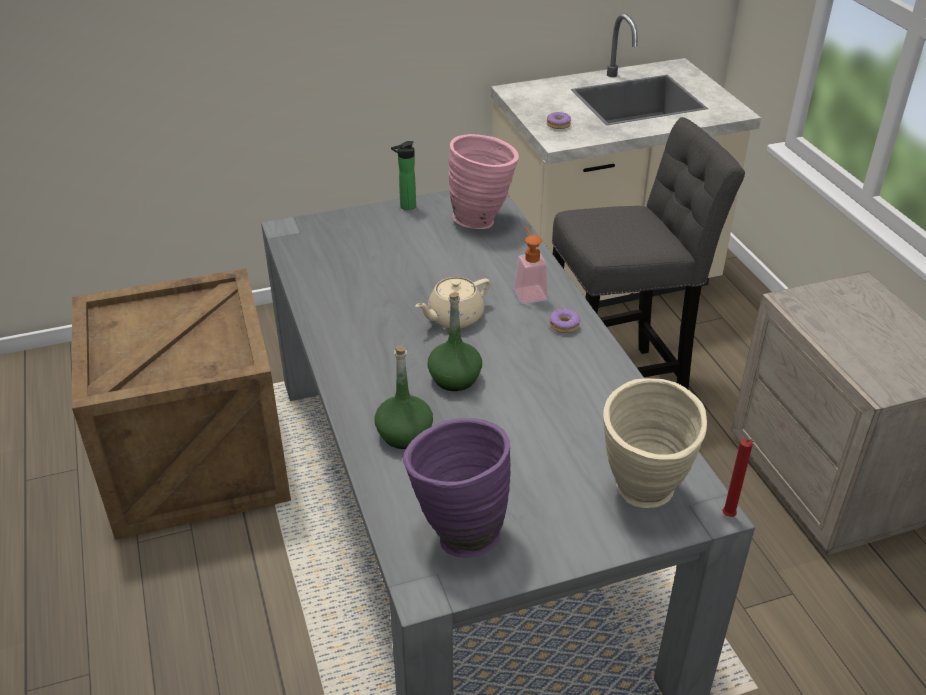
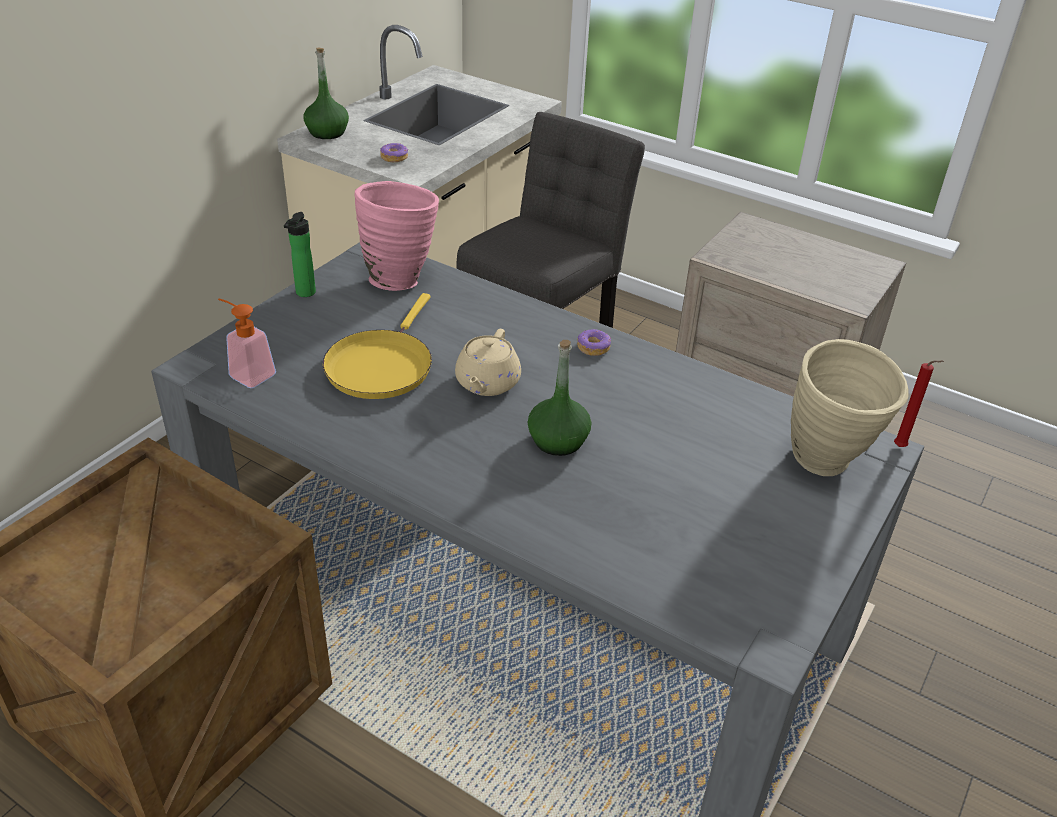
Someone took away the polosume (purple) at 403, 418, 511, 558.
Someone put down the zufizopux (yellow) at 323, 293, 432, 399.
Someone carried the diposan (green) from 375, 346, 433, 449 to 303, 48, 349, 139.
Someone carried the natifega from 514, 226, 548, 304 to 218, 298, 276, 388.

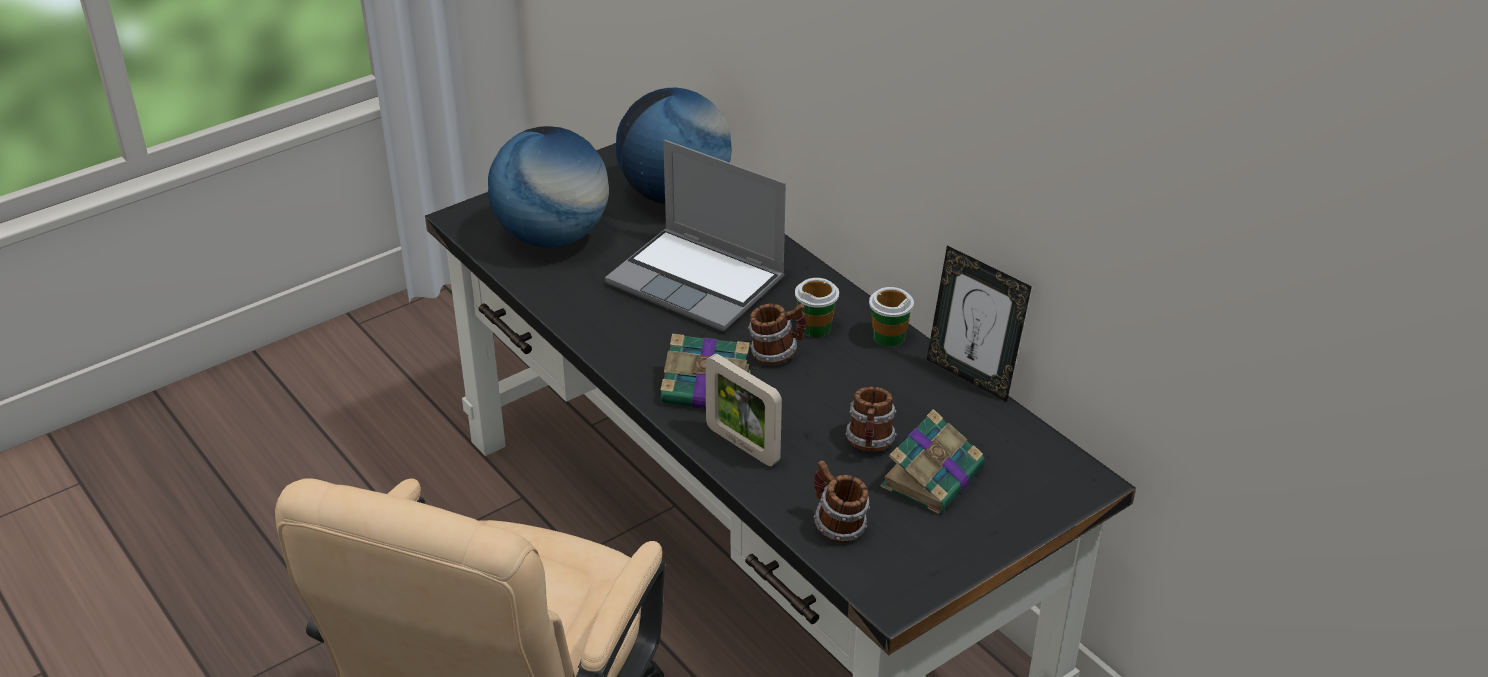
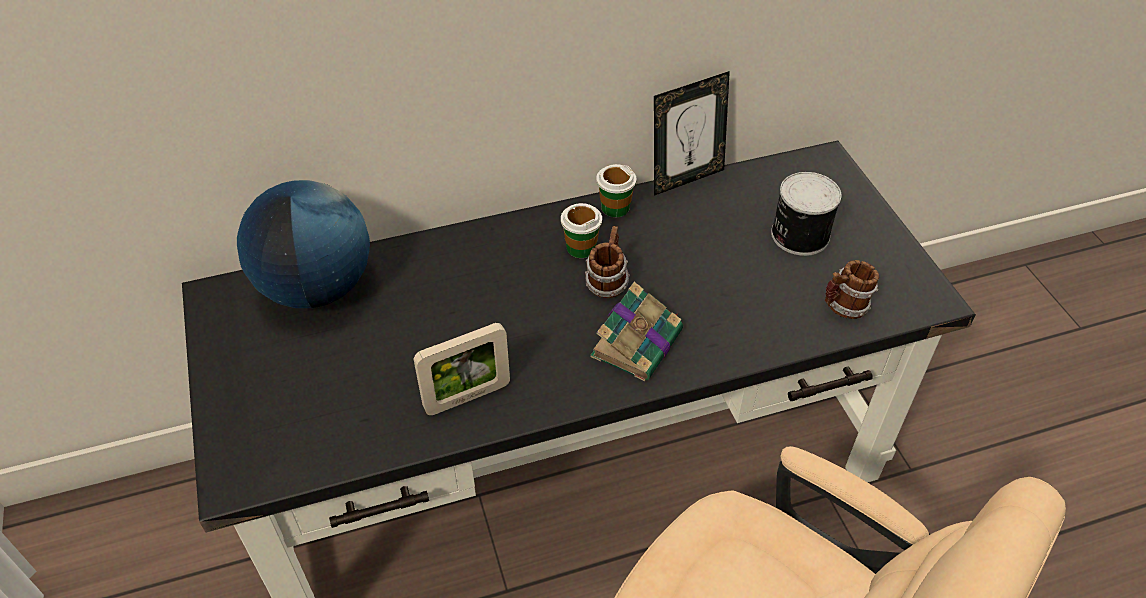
Someone took away the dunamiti at 488, 126, 609, 248.
Someone took away the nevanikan at 605, 140, 786, 331.
Someone took away the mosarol at 845, 387, 897, 452.
Someone carried the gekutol from 705, 354, 782, 466 to 414, 323, 510, 415.
Someone swapped the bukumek at 881, 409, 985, 514 for the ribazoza at 771, 172, 841, 256.

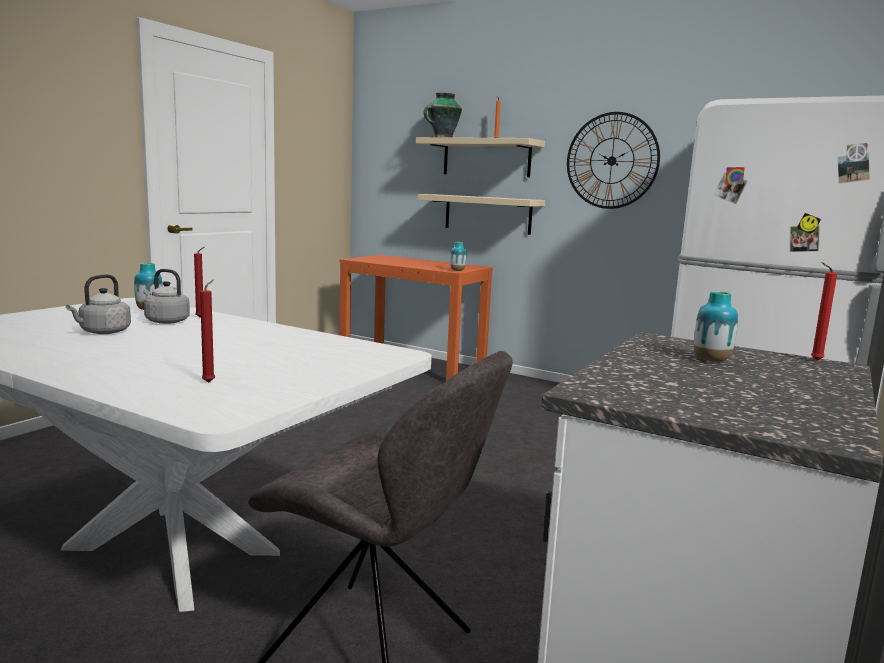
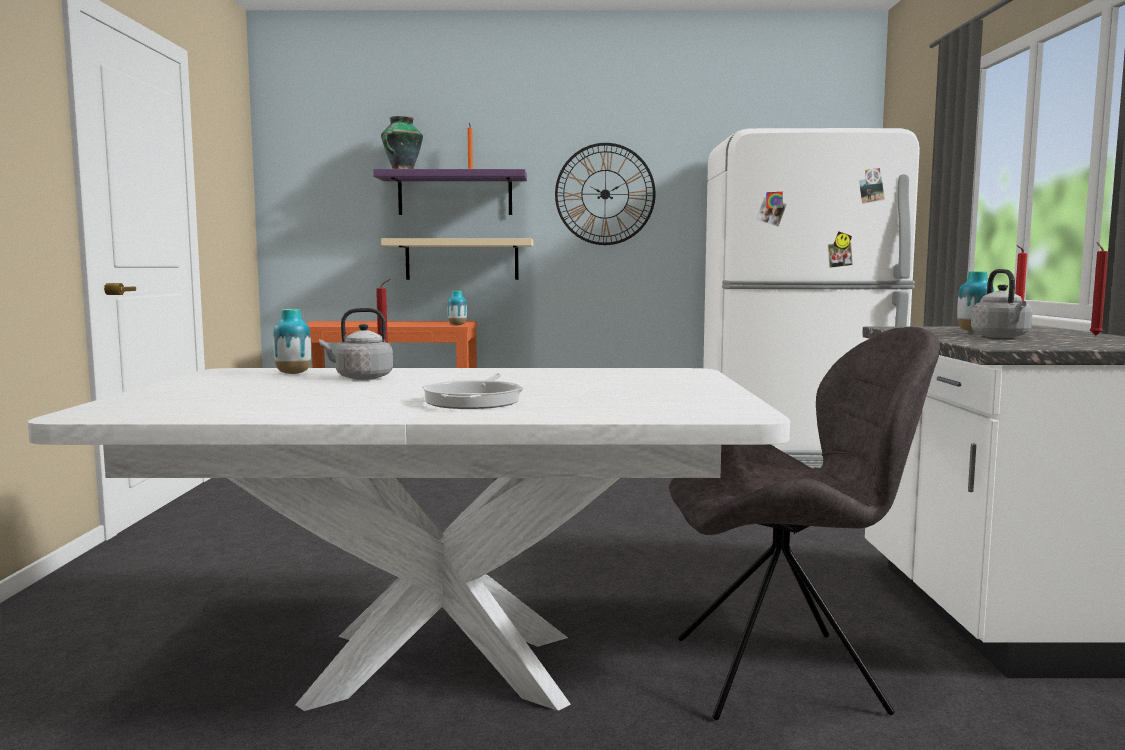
Someone put down the zufizopux at 422, 373, 524, 409.
Someone carried the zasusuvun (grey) from 66, 274, 131, 334 to 971, 269, 1032, 338.
Someone carried the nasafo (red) from 200, 279, 215, 383 to 1090, 242, 1108, 335.
Someone repainted the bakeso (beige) at 416, 137, 545, 177, which became the bakeso (purple) at 373, 169, 527, 215.

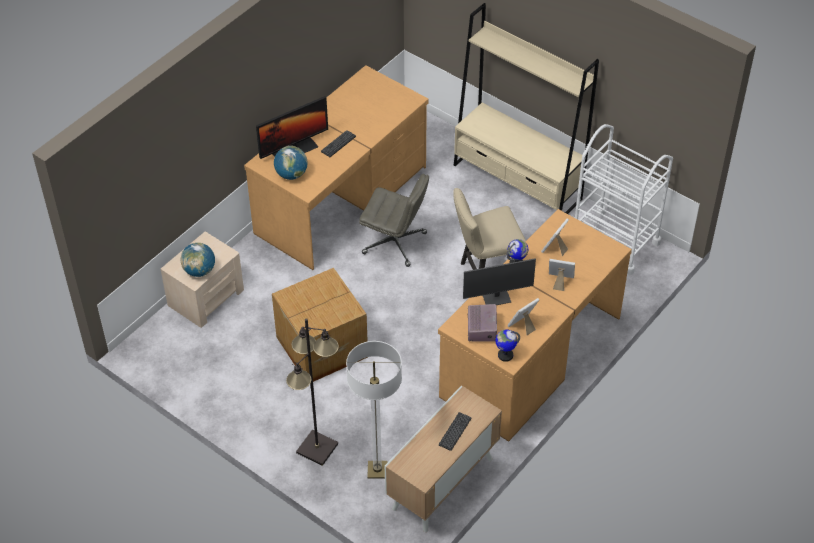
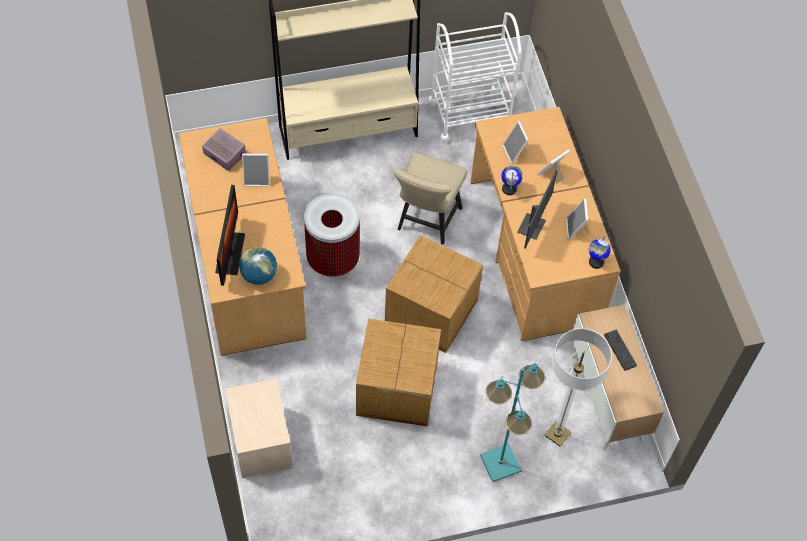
Someone took away the dunamiti at 181, 243, 215, 277.
Someone took away the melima at 321, 130, 356, 157.
Someone put down the gekutol at 242, 153, 270, 186.
Someone put down the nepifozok at 385, 235, 483, 353.
Someone carried the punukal from 467, 304, 497, 342 to 202, 128, 246, 171.
Someone swapped the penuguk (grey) at 359, 174, 429, 267 for the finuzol at 304, 193, 360, 277.
Someone repainted the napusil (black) at 286, 318, 339, 466, which became the napusil (turquoise) at 480, 363, 545, 482.

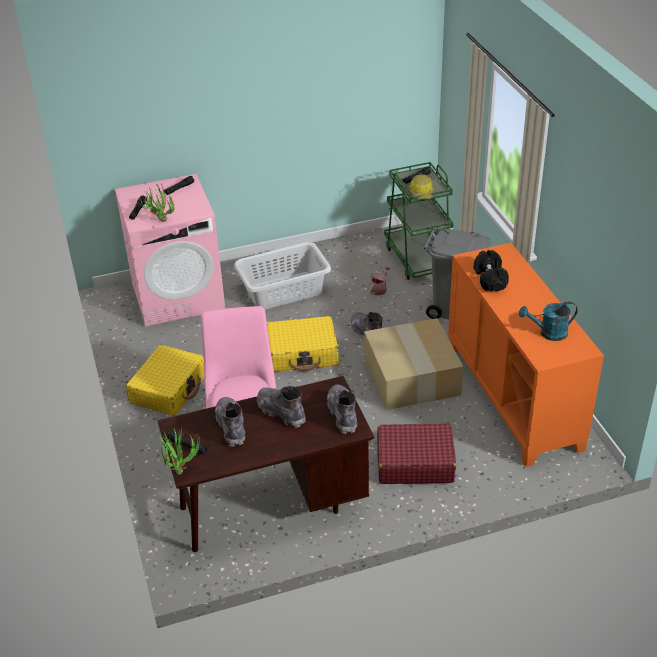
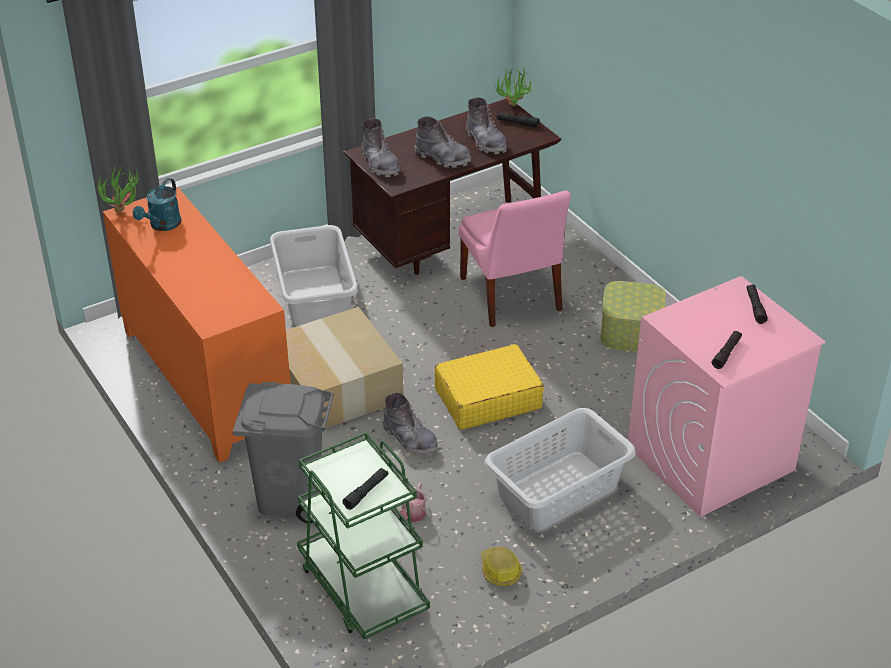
Someone took away the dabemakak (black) at 474, 250, 509, 291.
Someone carried the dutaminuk from 140, 184, 175, 222 to 97, 164, 140, 212.
Someone carried the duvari from 409, 174, 434, 199 to 481, 546, 523, 586.
Someone swapped the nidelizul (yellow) at 126, 345, 204, 416 for the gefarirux at 600, 281, 666, 352.
Someone swapped the nidelizul (red) at 377, 424, 456, 484 for the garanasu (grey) at 270, 225, 358, 326.
Someone rotated the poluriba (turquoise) at 519, 301, 578, 341 by 135 degrees clockwise.

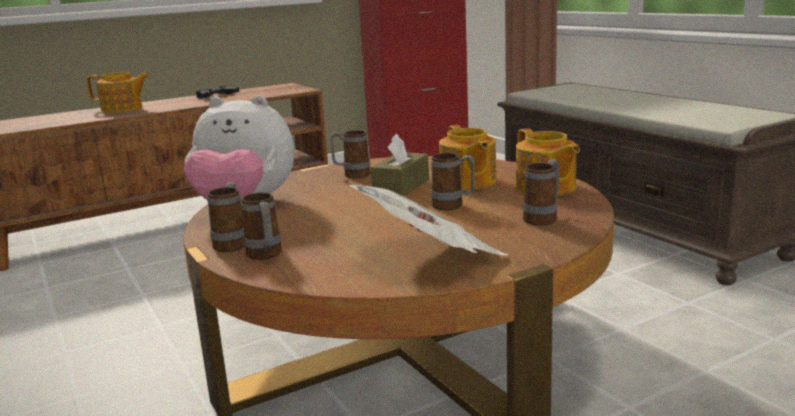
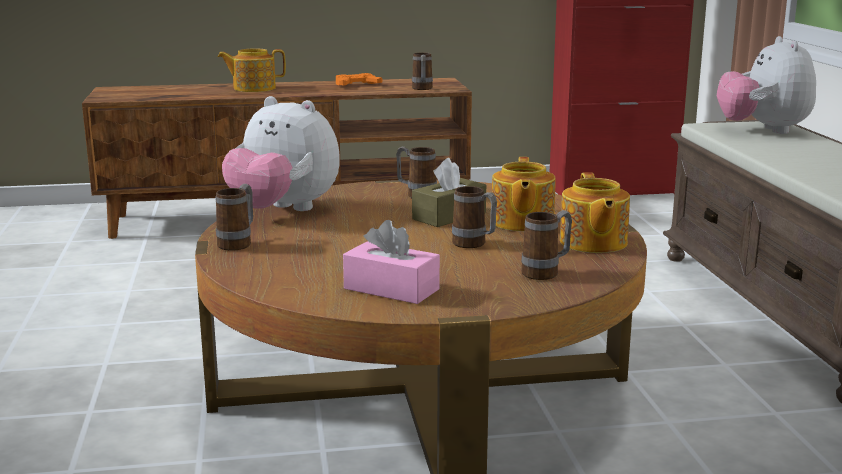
Someone put down the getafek at 717, 36, 816, 134.
Someone carried the mosarol from 241, 192, 282, 260 to 412, 53, 433, 90.
Someone swapped the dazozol at 349, 185, 508, 255 for the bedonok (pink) at 343, 220, 440, 304.
Someone repainted the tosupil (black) at 196, 85, 239, 98, which became the tosupil (orange) at 336, 73, 382, 86.
Someone rotated the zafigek at 86, 72, 149, 113 by 150 degrees clockwise.

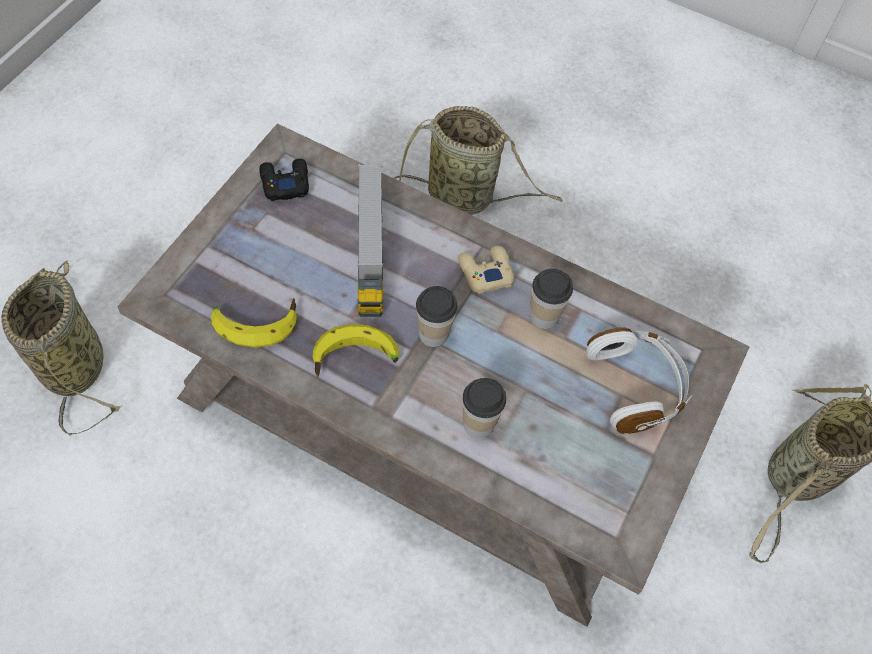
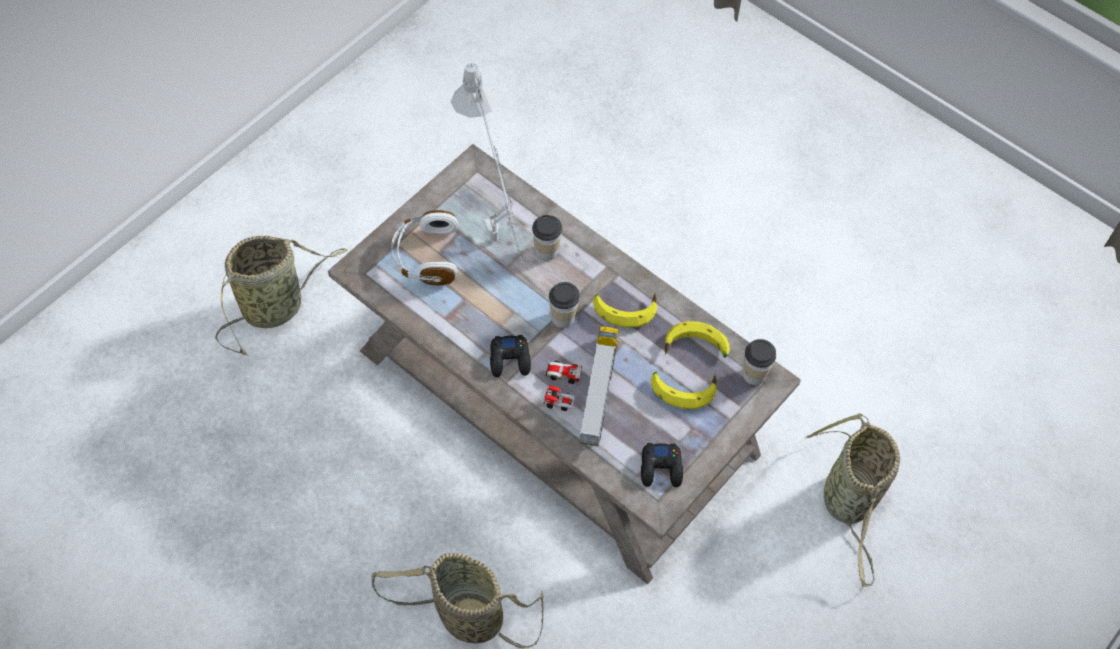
Someone put down the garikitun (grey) at 451, 63, 524, 264.
Someone put down the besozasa at 544, 361, 582, 411.
Someone put down the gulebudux at 651, 372, 717, 409.
Someone carried the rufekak from 530, 269, 573, 329 to 743, 339, 776, 385.
Someone repainted the tosupil (beige) at 458, 246, 514, 294, which became the tosupil (black) at 490, 335, 531, 377.

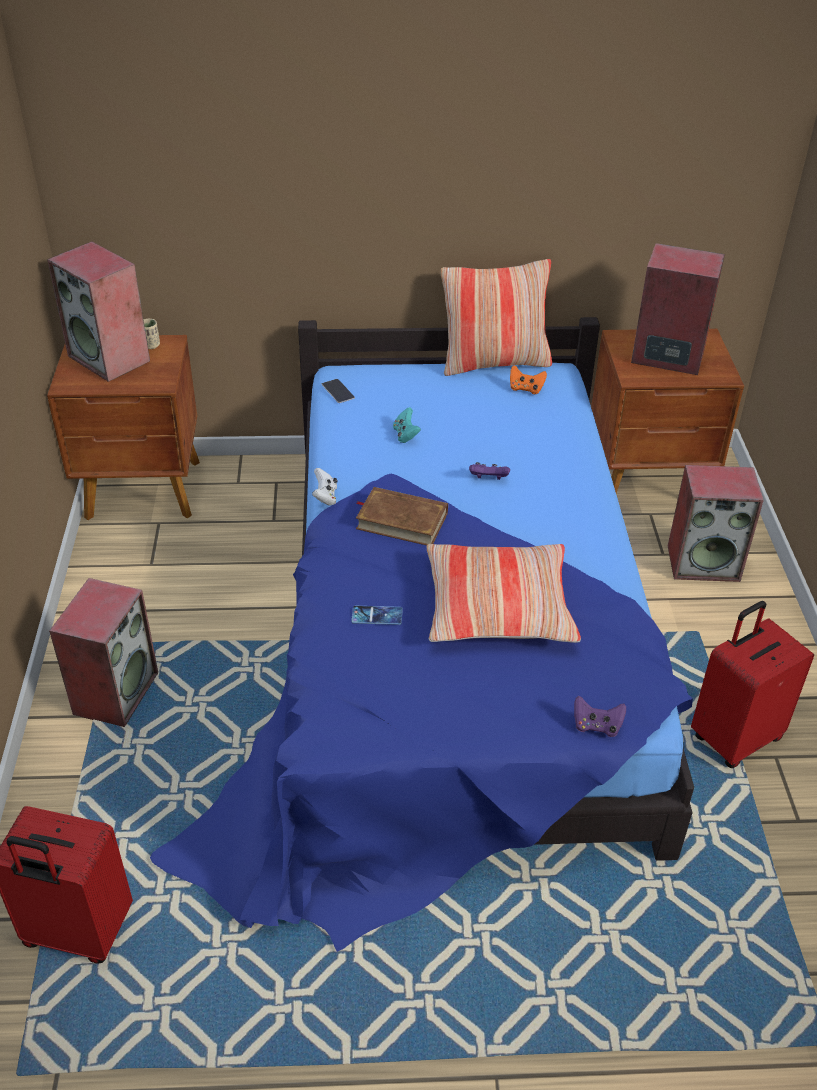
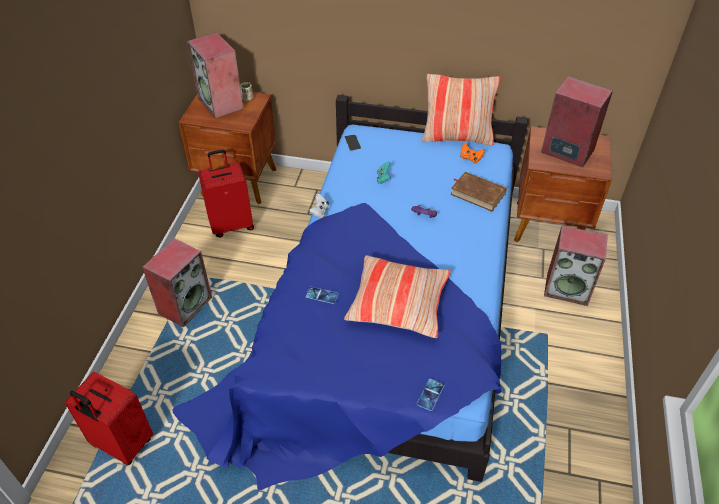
Someone carried the bukumek (brown) from 356, 487, 448, 546 to 450, 172, 507, 212.
Someone carried the nidelizul (red) from 691, 601, 814, 768 to 198, 149, 254, 238.
Someone swapped the tosupil (purple) at 574, 695, 626, 737 for the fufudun at 417, 378, 444, 411.

